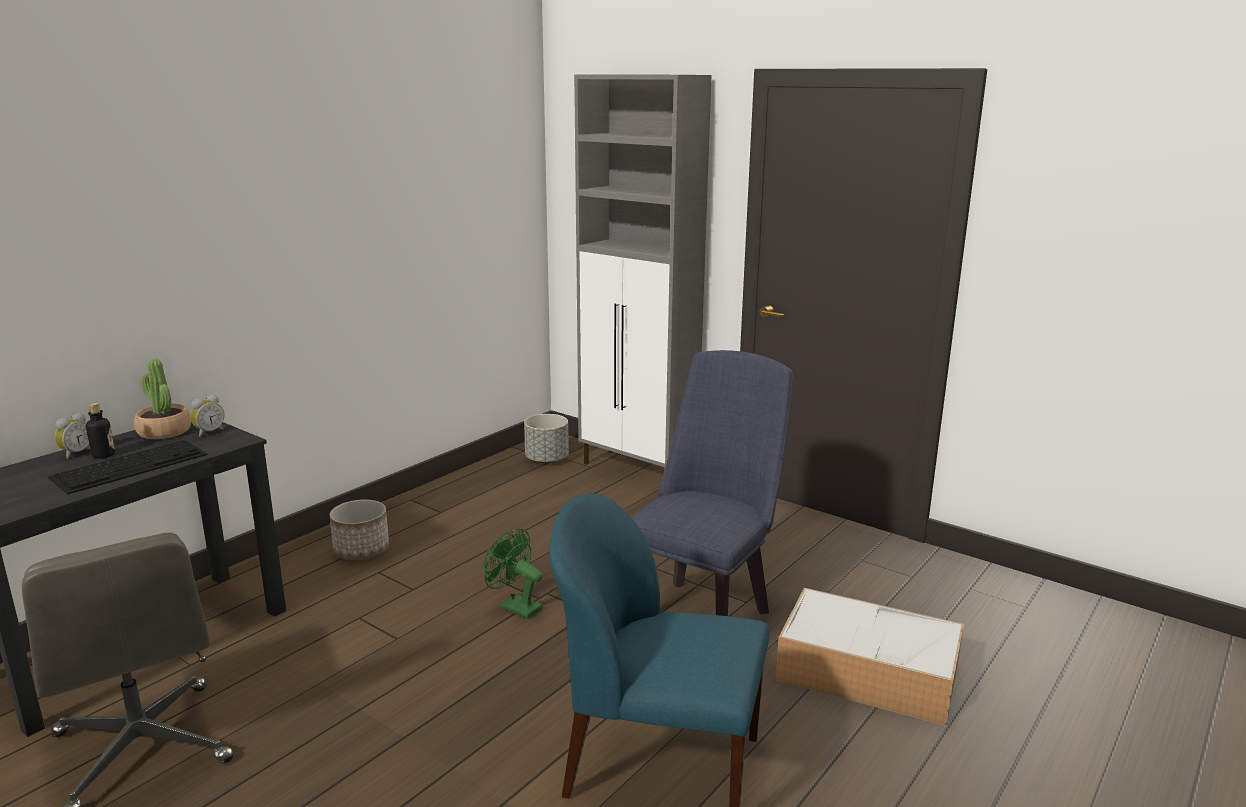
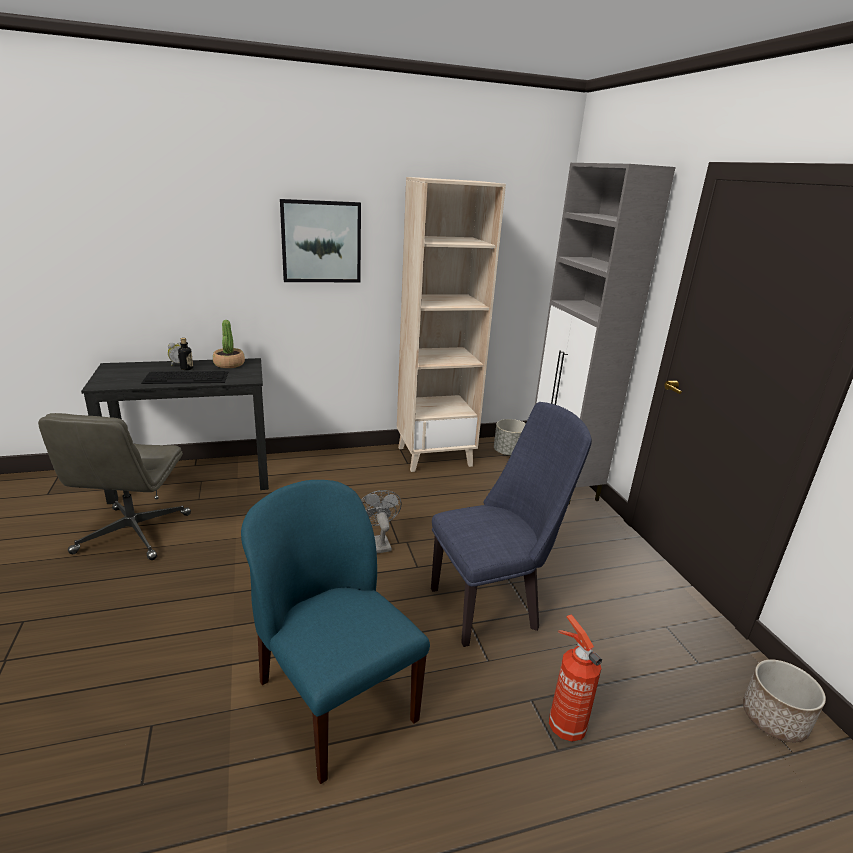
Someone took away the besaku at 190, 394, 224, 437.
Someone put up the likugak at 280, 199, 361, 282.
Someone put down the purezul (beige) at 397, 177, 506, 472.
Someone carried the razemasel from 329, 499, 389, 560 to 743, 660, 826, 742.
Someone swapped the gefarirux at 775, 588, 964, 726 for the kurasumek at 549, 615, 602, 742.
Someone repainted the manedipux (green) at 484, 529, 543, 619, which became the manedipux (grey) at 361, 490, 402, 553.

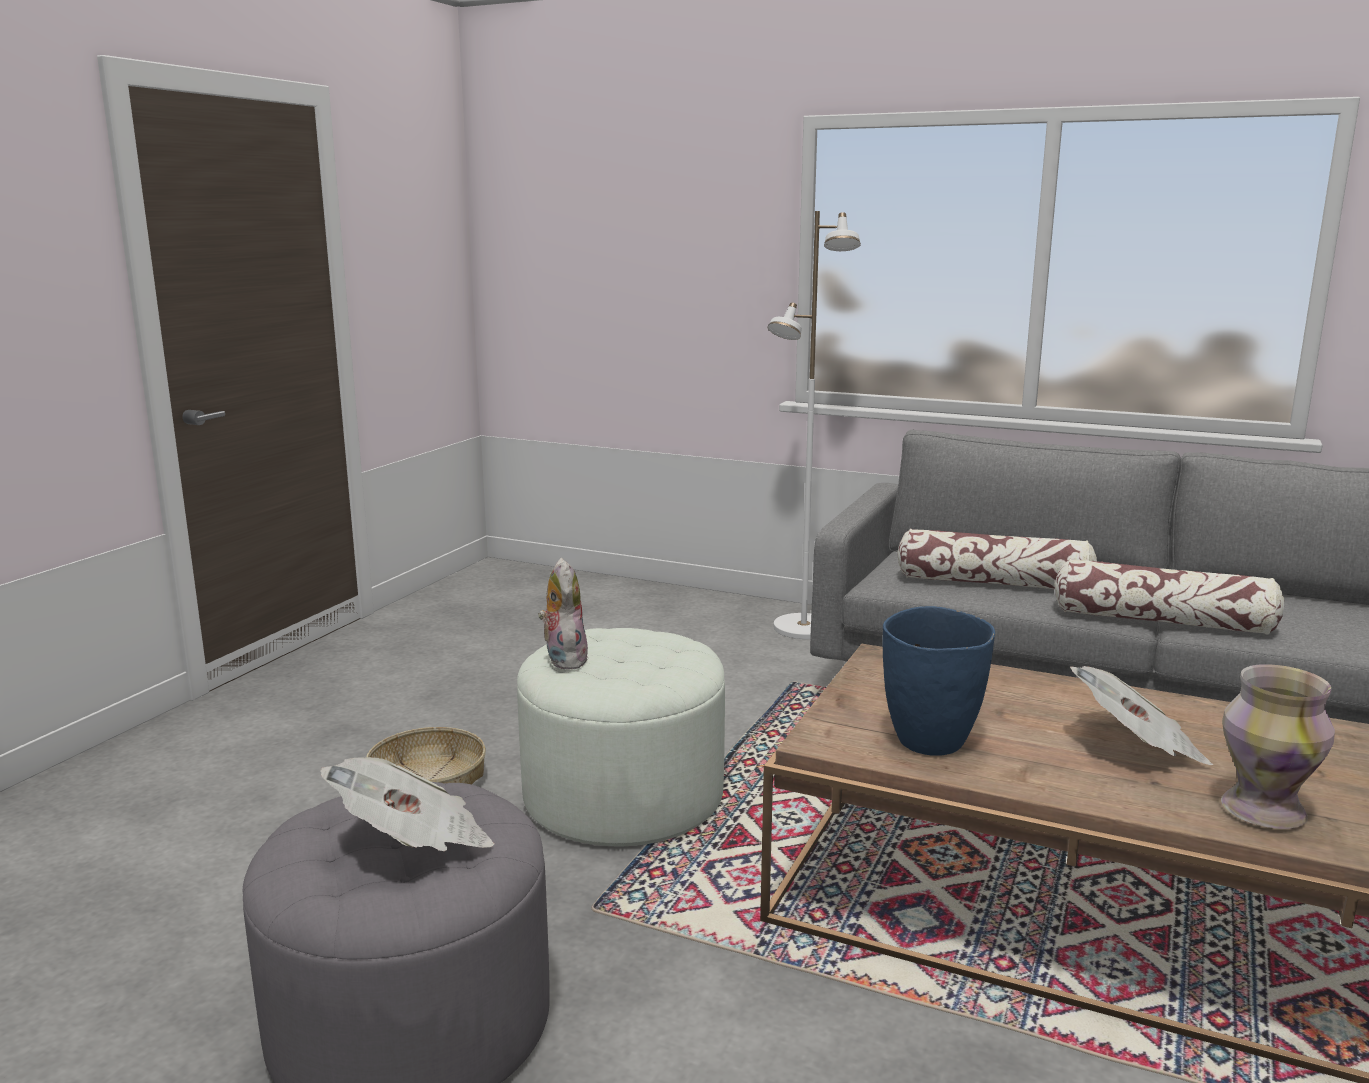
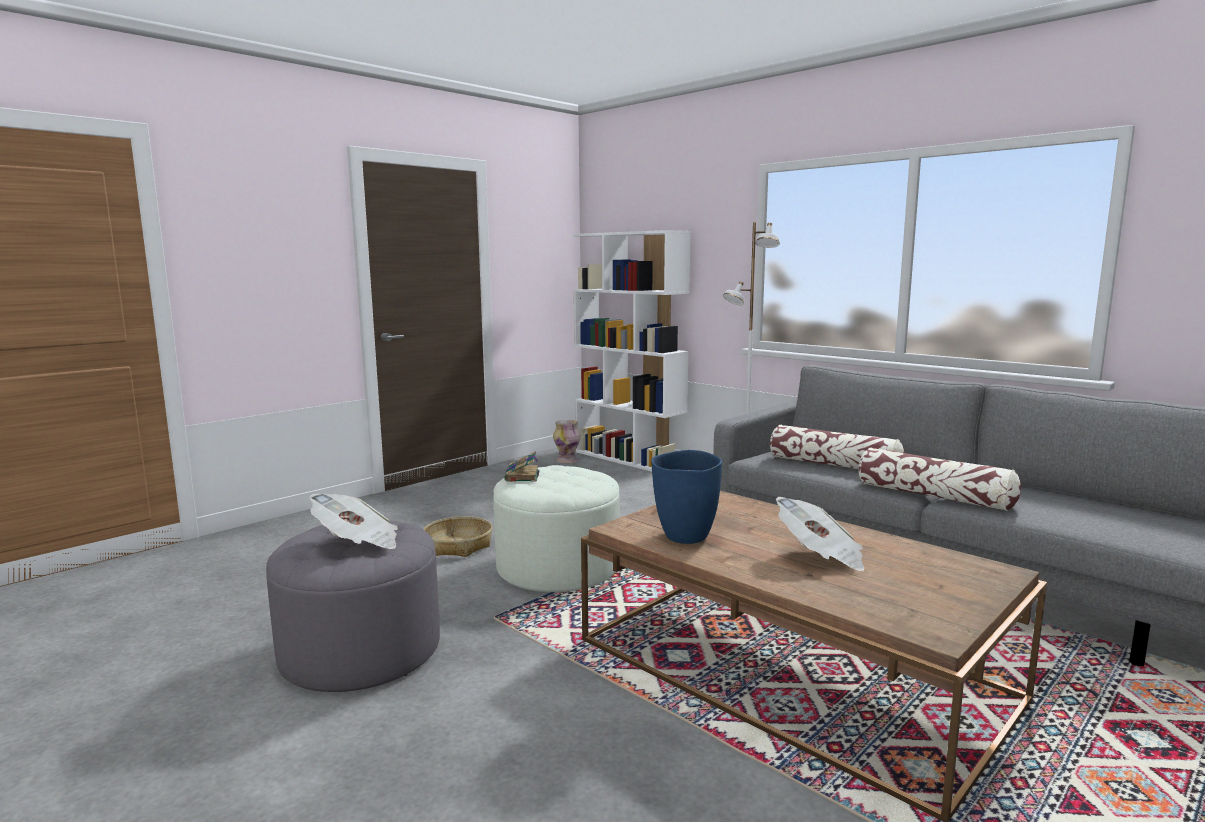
Someone put down the purezul (white) at 573, 230, 691, 472.
Someone carried the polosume from 1221, 664, 1335, 829 to 553, 420, 581, 464.
Someone swapped the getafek at 538, 558, 590, 669 for the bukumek at 504, 451, 540, 482.

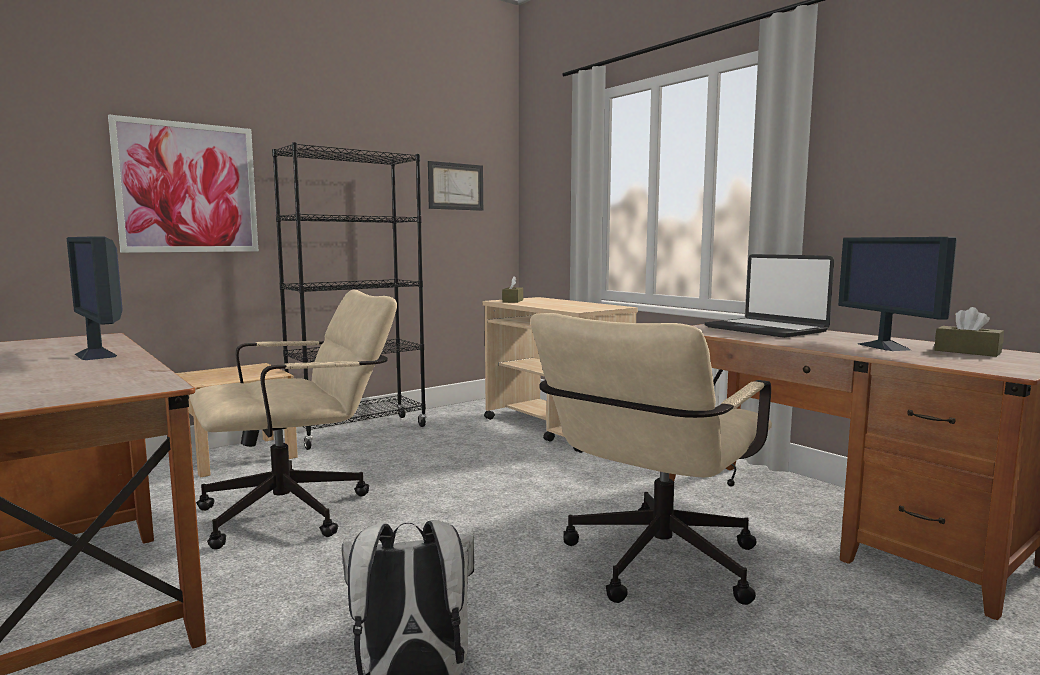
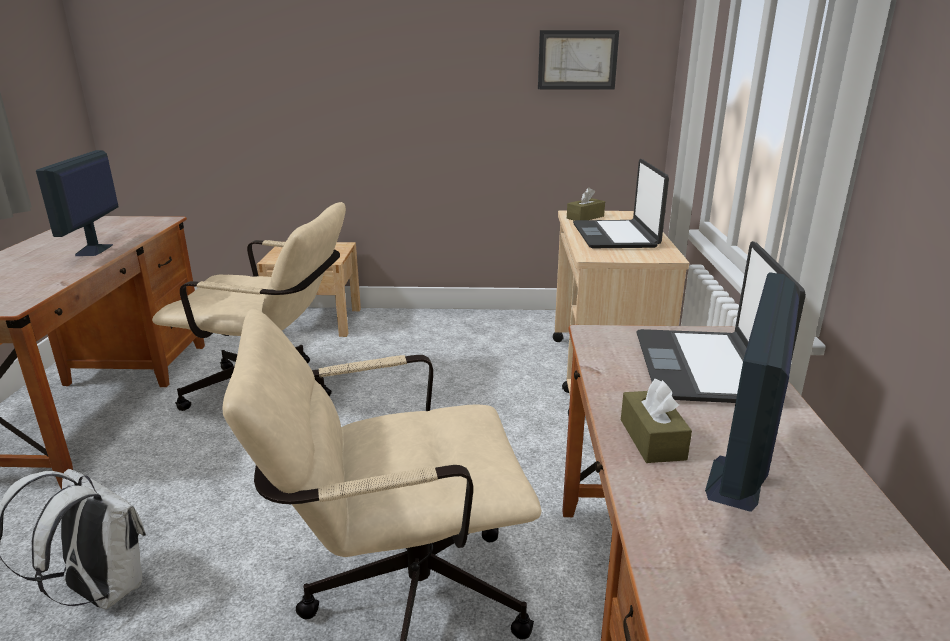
Someone took away the likugak at 108, 114, 258, 253.
Someone took away the purezul (black) at 272, 142, 427, 450.
Someone put down the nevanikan at 573, 159, 669, 248.
Someone carried the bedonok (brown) from 934, 307, 1004, 357 to 621, 379, 692, 463.

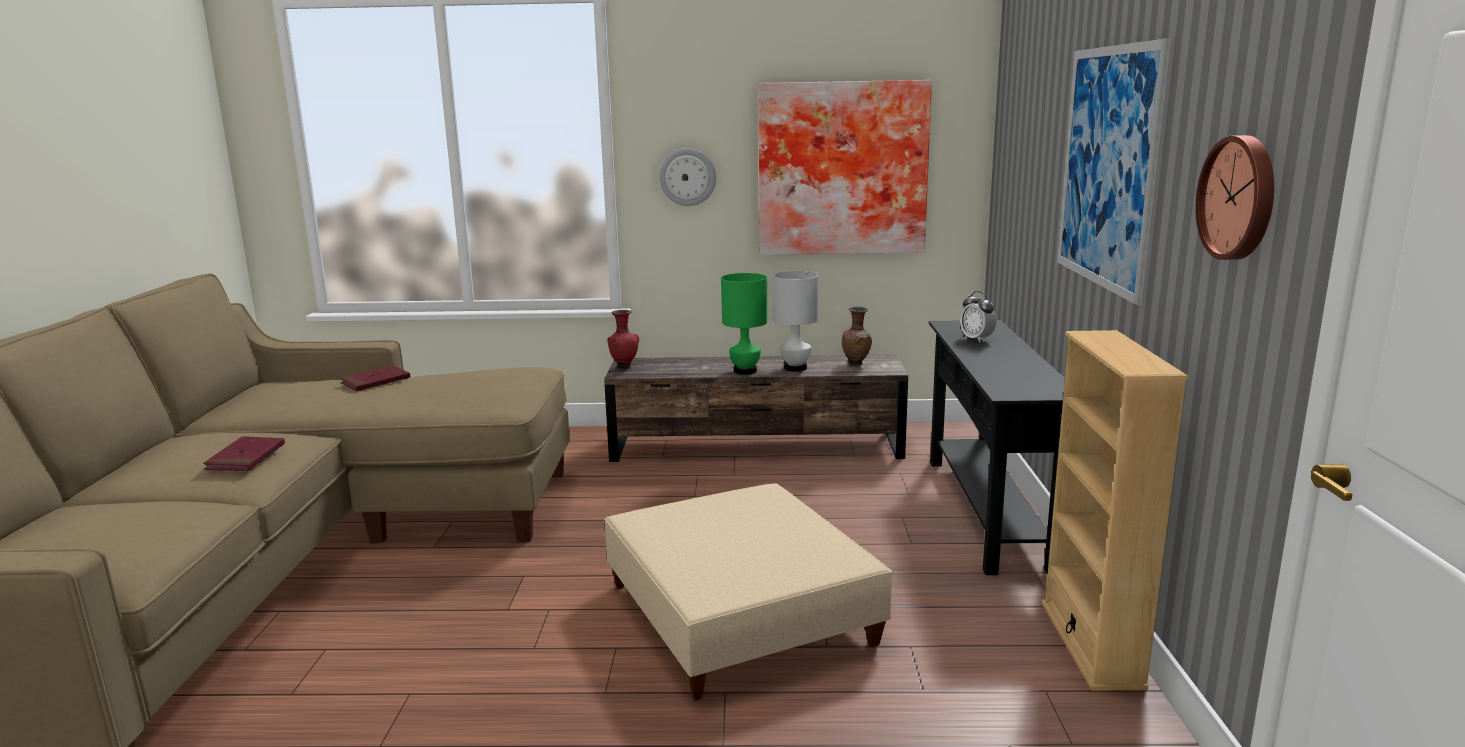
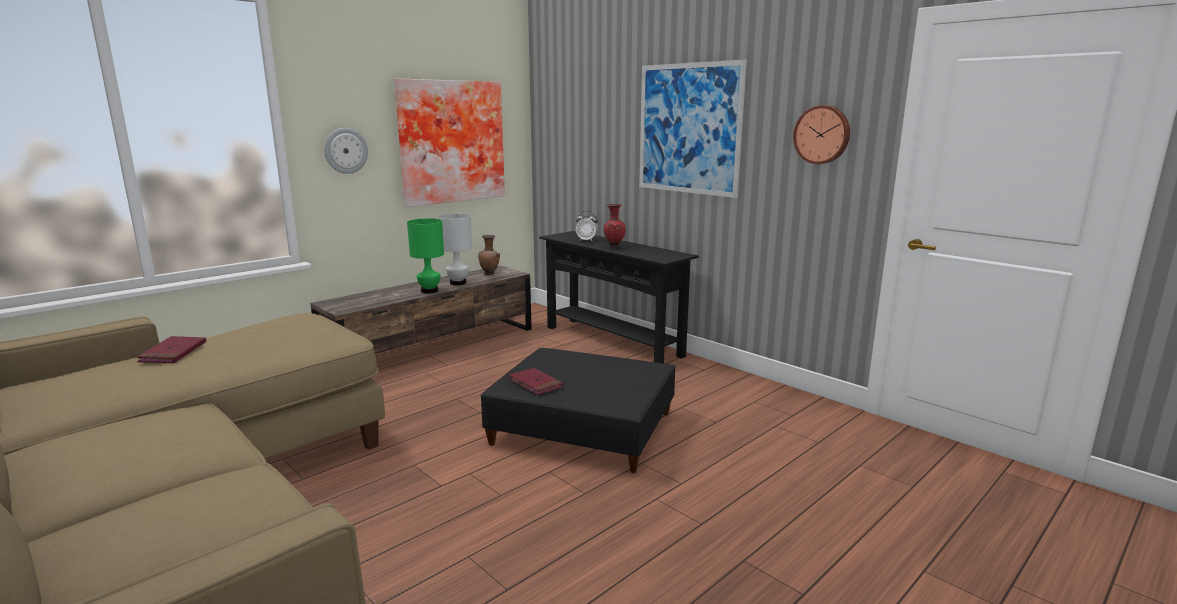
Someone took away the purezul (beige) at 1042, 330, 1188, 691.
Someone carried the bukumek (red) from 203, 436, 285, 471 to 509, 368, 564, 395.
Someone carried the polosume (red) from 607, 310, 639, 369 to 603, 204, 626, 248.
Someone repainted the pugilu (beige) at 604, 483, 893, 701, which became the pugilu (black) at 481, 348, 676, 473.

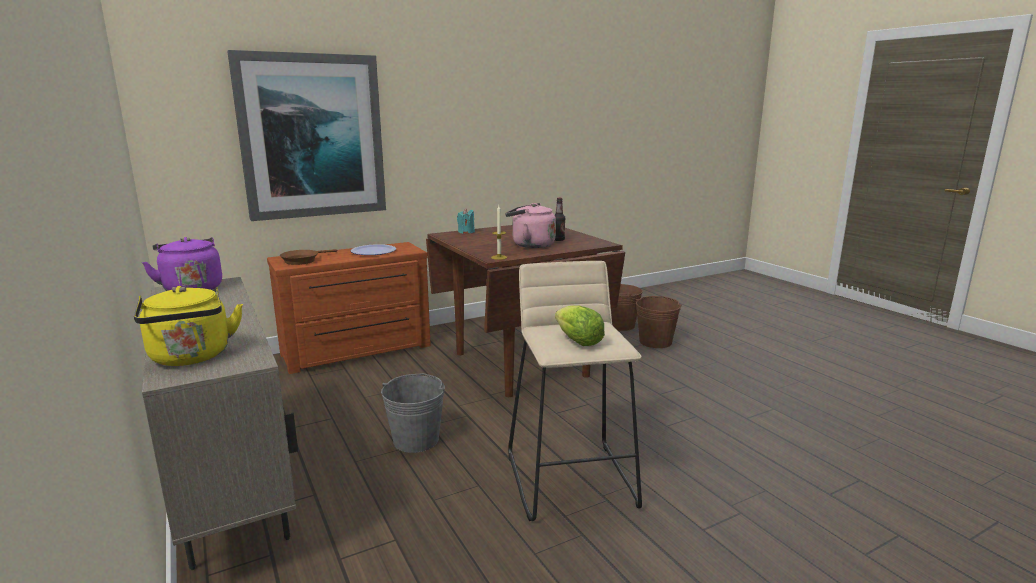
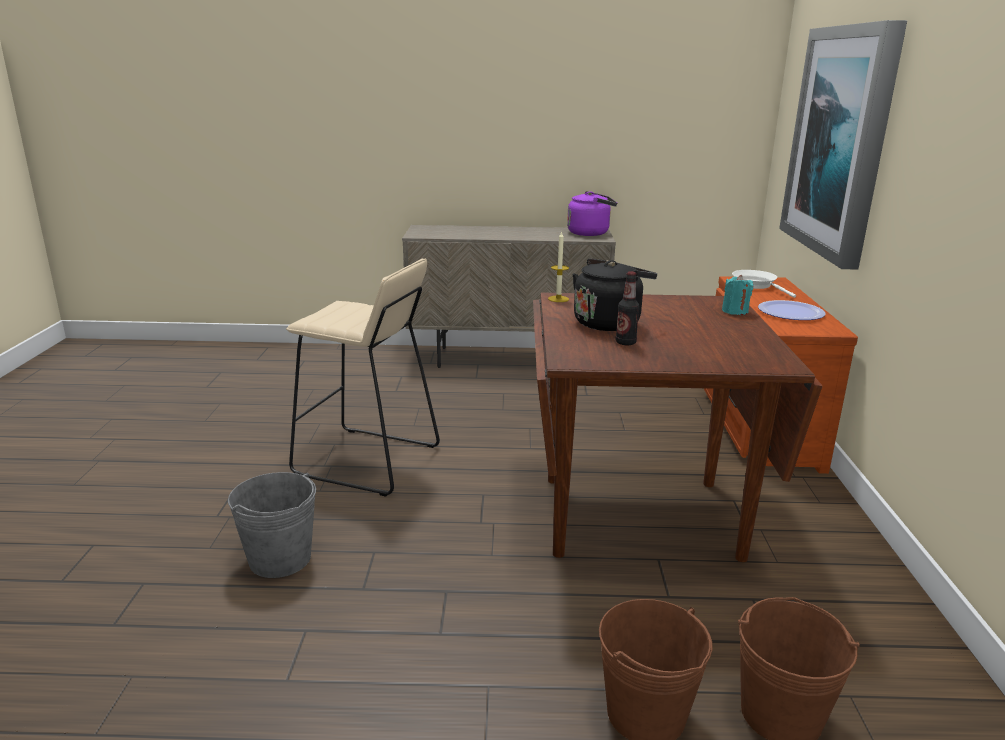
Someone took away the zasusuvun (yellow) at 134, 286, 243, 366.
Someone took away the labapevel at 555, 305, 605, 346.
Someone carried the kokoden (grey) from 381, 373, 445, 453 to 228, 472, 316, 578.
Someone repainted the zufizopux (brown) at 280, 249, 337, 265, which became the zufizopux (white) at 732, 270, 796, 298.
Someone repainted the zasusuvun (pink) at 505, 203, 556, 248, which became the zasusuvun (black) at 572, 258, 657, 331.

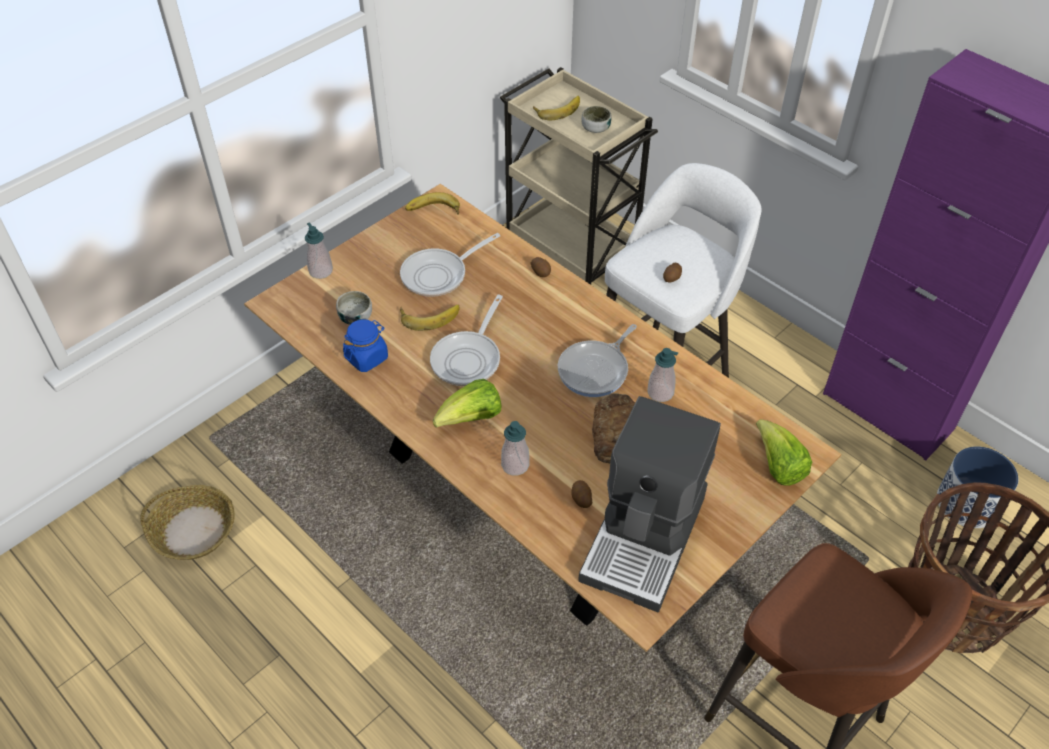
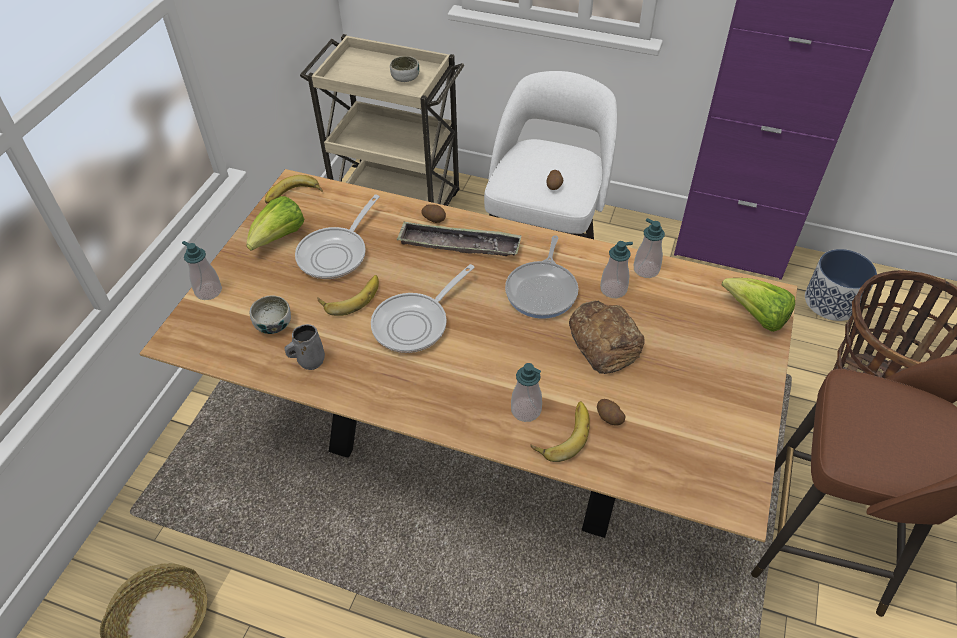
Someone took away the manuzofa at 578, 396, 721, 612.
Someone put down the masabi at 397, 222, 522, 256.
Someone put down the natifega at 634, 218, 665, 278.
Someone carried the labapevel from 433, 379, 502, 428 to 246, 196, 304, 251.
Someone carried the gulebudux from 533, 96, 580, 120 to 530, 401, 590, 462.
Someone swapped the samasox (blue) at 343, 319, 388, 372 for the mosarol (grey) at 284, 324, 325, 370.
Someone rotated the zufizopux at 430, 295, 503, 386 by 45 degrees clockwise.

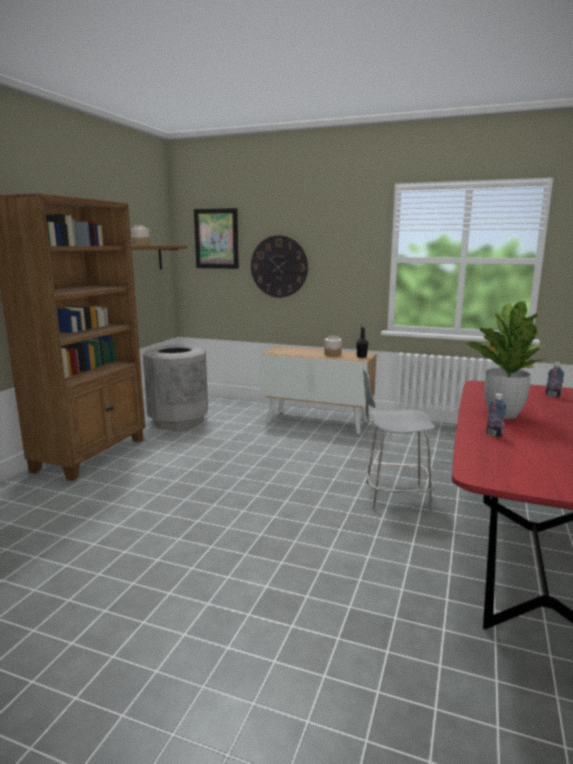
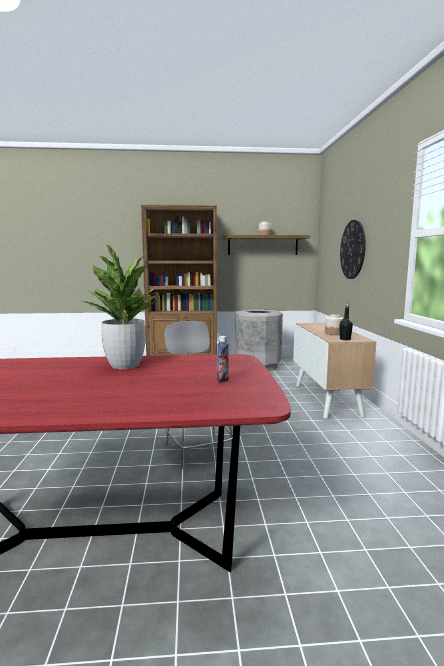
Someone took away the likugak at 194, 208, 239, 269.
Someone took away the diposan at 486, 393, 506, 438.

